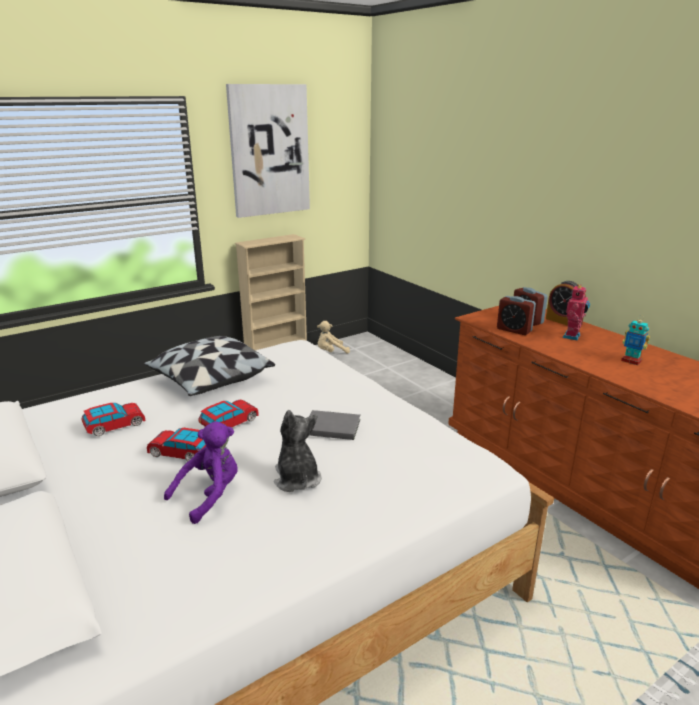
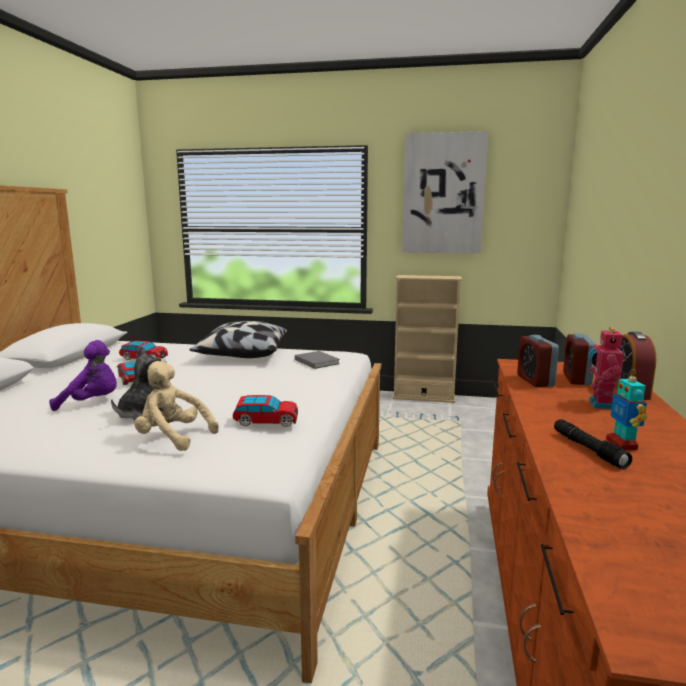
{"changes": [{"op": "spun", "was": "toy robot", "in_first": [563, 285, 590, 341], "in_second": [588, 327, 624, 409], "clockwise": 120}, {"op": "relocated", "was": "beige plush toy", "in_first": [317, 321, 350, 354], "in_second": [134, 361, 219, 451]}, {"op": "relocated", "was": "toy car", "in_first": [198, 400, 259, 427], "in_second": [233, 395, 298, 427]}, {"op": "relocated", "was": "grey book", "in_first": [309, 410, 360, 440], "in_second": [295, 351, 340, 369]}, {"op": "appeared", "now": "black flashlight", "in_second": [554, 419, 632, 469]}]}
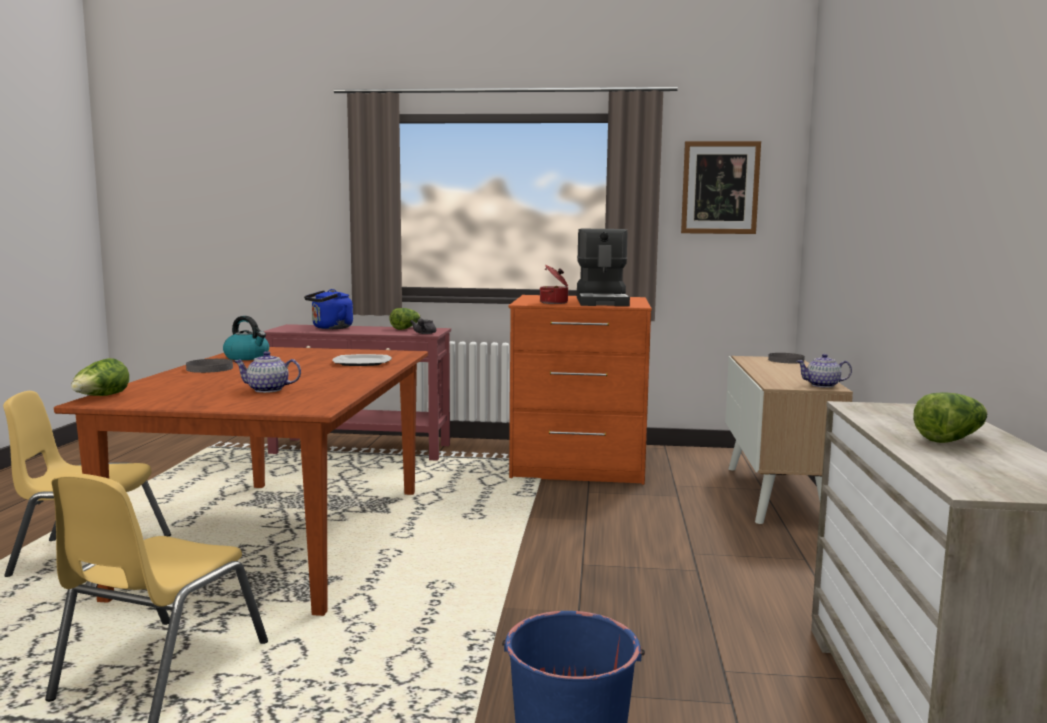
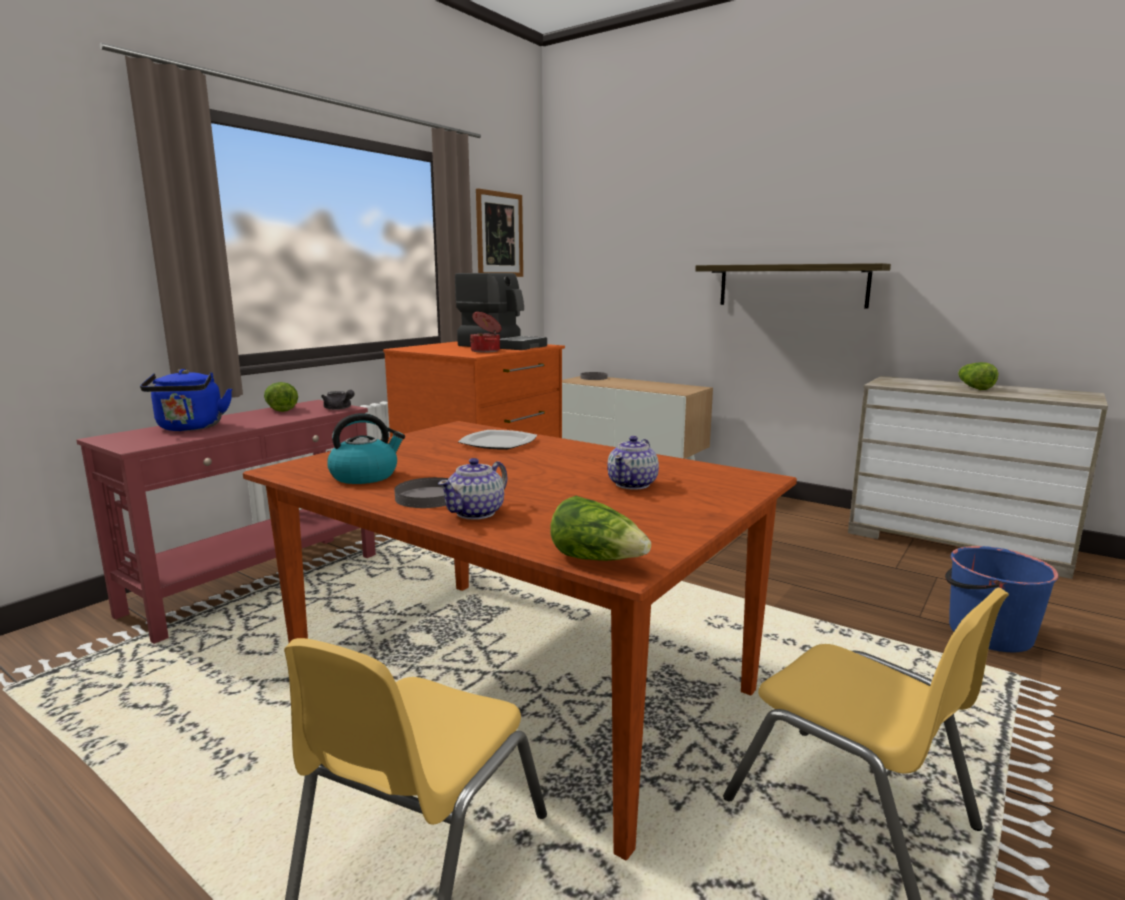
{"changes": [{"op": "relocated", "was": "teapot", "in_first": [797, 354, 852, 388], "in_second": [438, 458, 508, 520]}, {"op": "appeared", "now": "shelf", "in_second": [695, 263, 891, 308]}]}
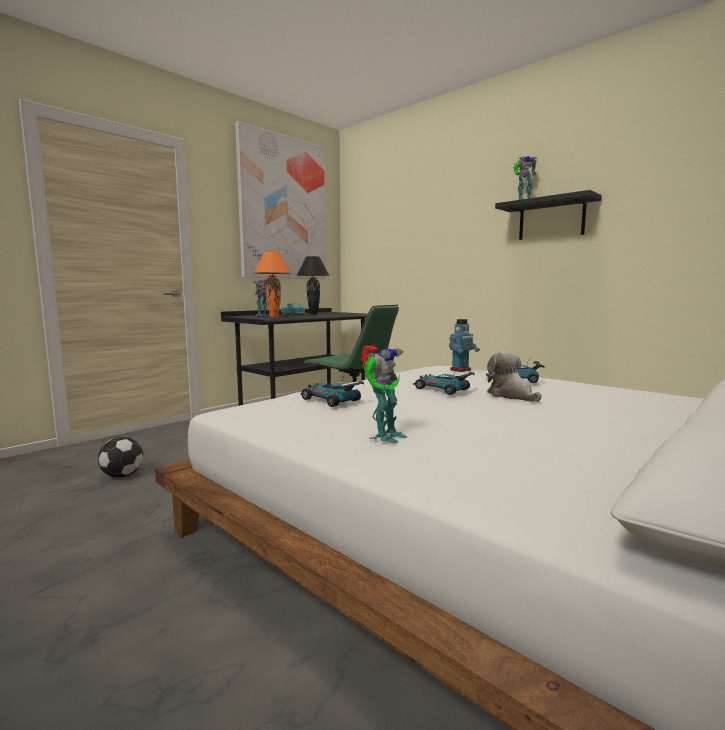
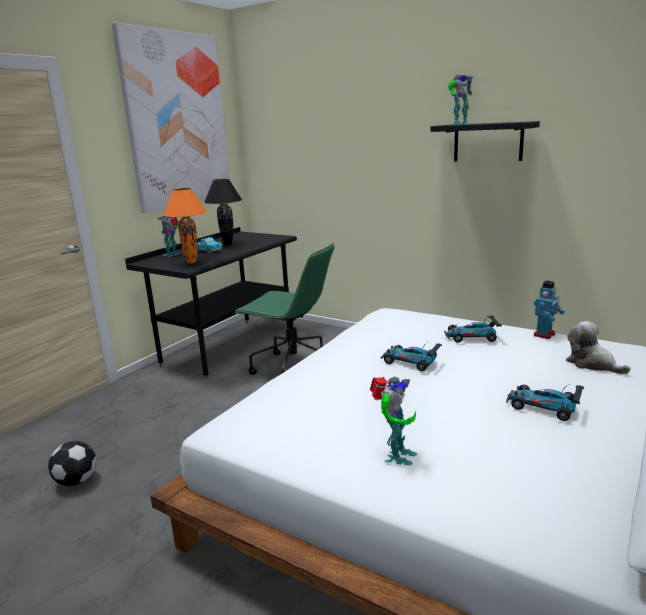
{"changes": [{"op": "relocated", "was": "toy robot", "in_first": [449, 319, 480, 372], "in_second": [534, 280, 565, 339]}, {"op": "relocated", "was": "plush toy", "in_first": [487, 351, 542, 402], "in_second": [566, 321, 631, 374]}, {"op": "relocated", "was": "toy car", "in_first": [300, 378, 364, 407], "in_second": [506, 384, 584, 421]}]}
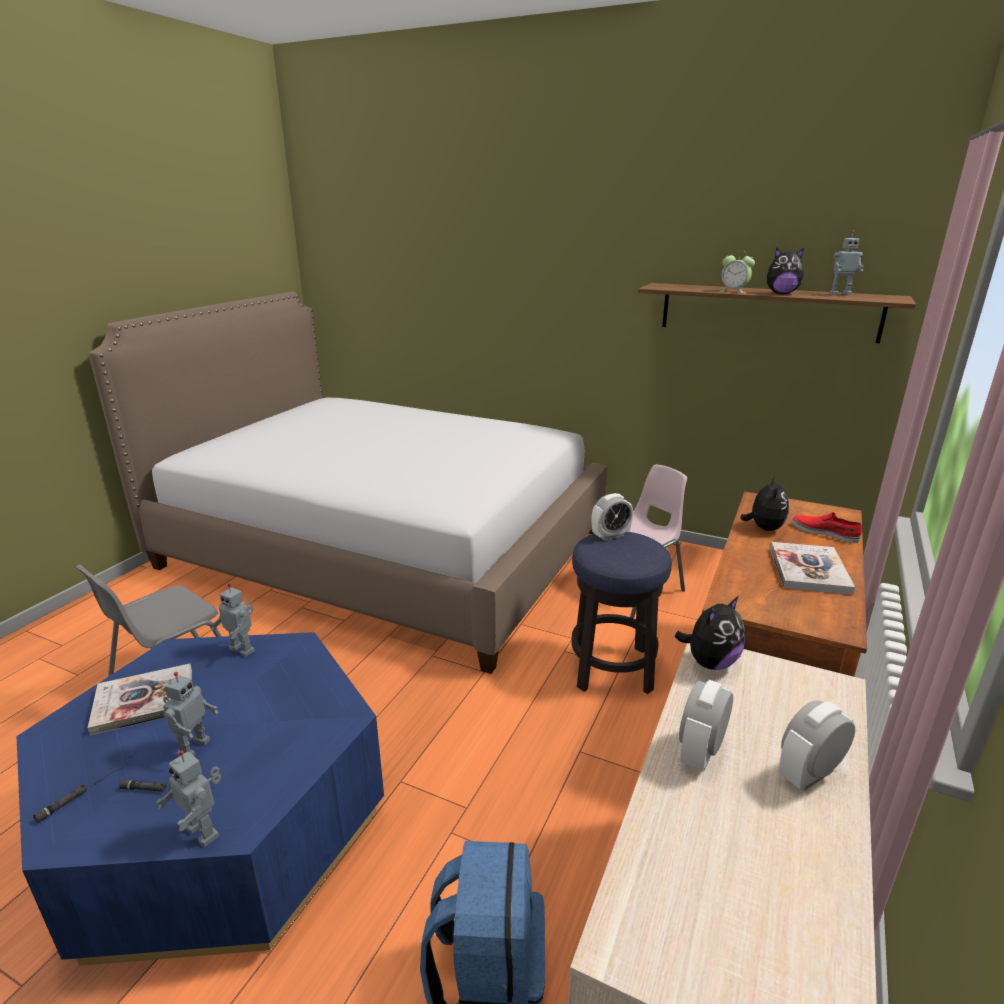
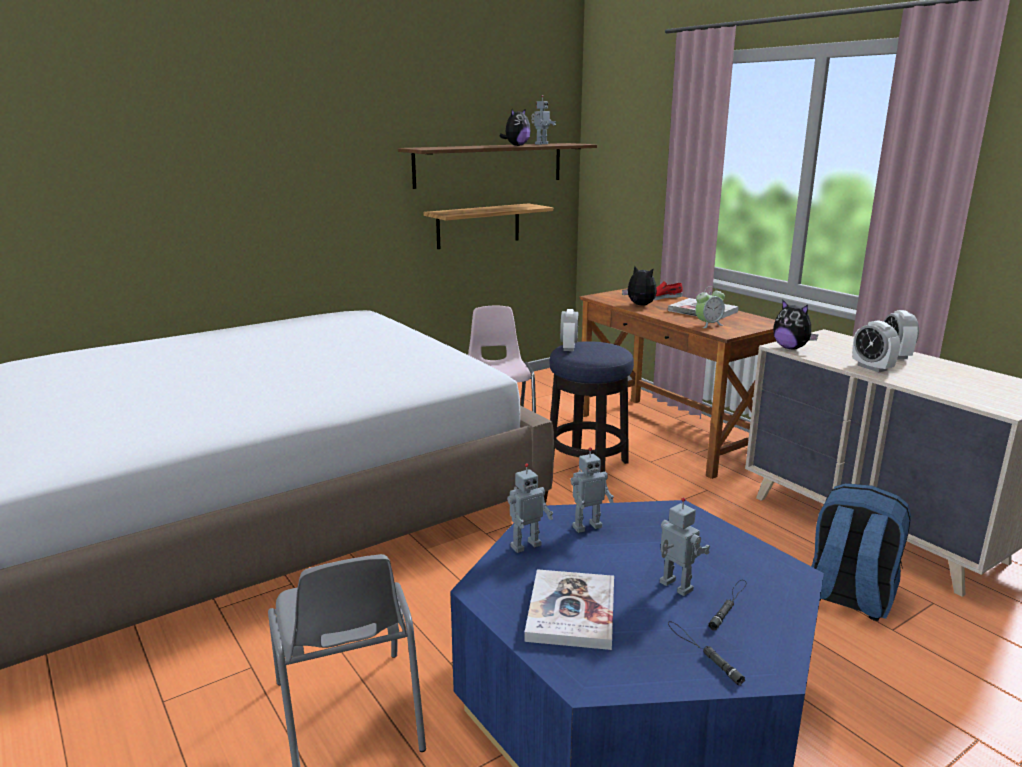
{"changes": [{"op": "relocated", "was": "alarm clock", "in_first": [719, 250, 755, 293], "in_second": [695, 286, 725, 328]}, {"op": "spun", "was": "plush toy", "in_first": [675, 596, 745, 670], "in_second": [773, 299, 818, 349], "clockwise": 150}, {"op": "relocated", "was": "toy robot", "in_first": [157, 750, 221, 847], "in_second": [570, 447, 614, 533]}, {"op": "appeared", "now": "shelf", "in_second": [423, 203, 553, 249]}]}
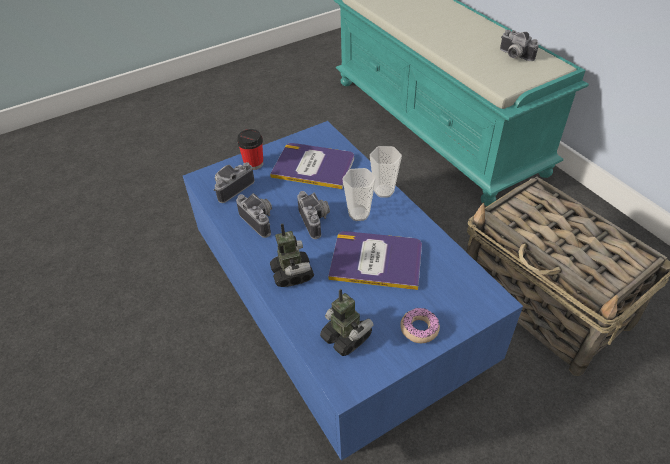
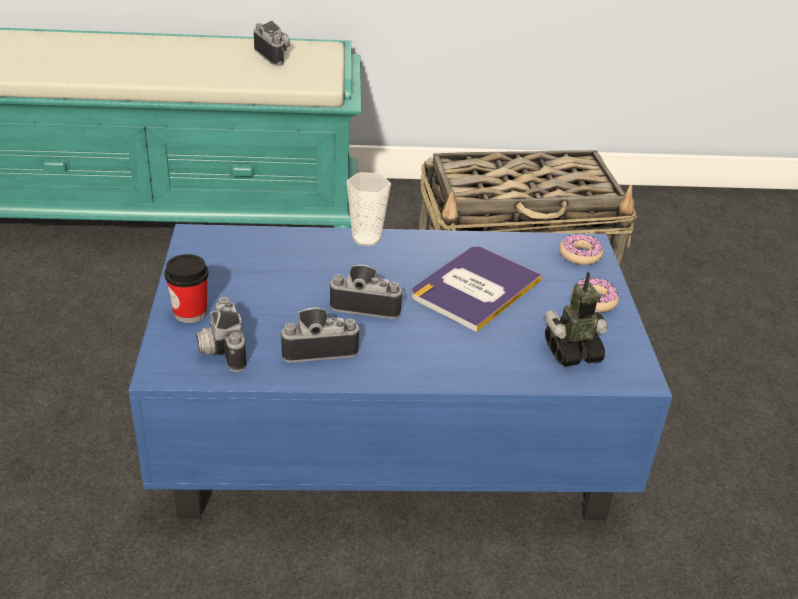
{"changes": [{"op": "spun", "was": "photo camera", "in_first": [500, 30, 539, 61], "in_second": [254, 20, 290, 66], "clockwise": -105}, {"op": "missing", "was": "book", "in_first": [270, 143, 354, 189]}, {"op": "missing", "was": "cup", "in_first": [342, 168, 376, 221]}, {"op": "missing", "was": "toy robot", "in_first": [270, 224, 314, 287]}, {"op": "appeared", "now": "donut", "in_second": [559, 234, 603, 265]}]}
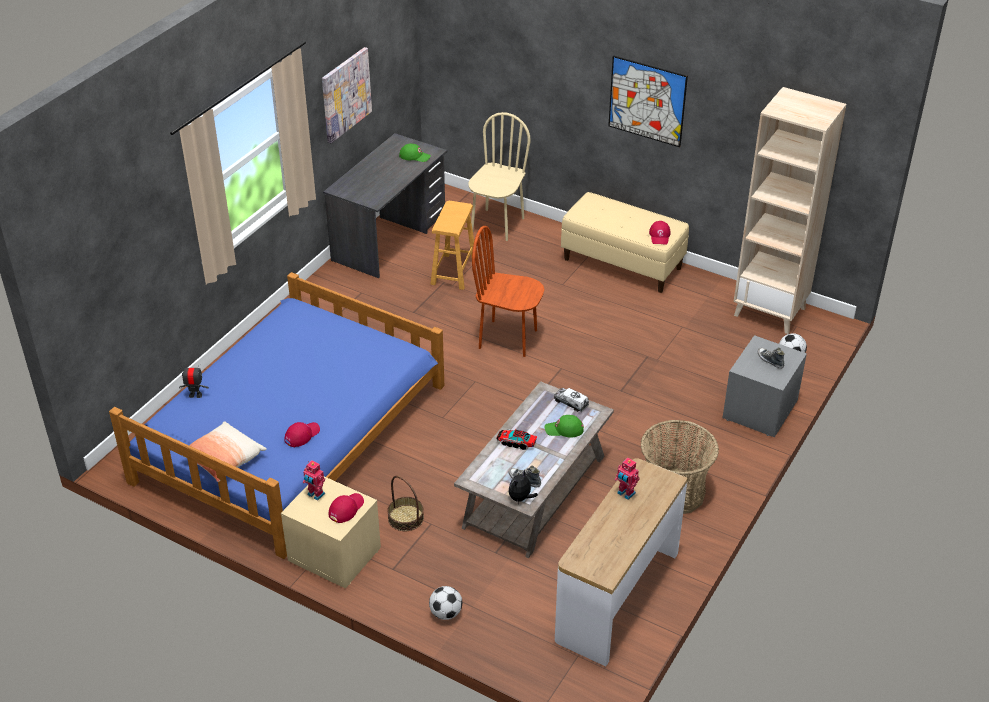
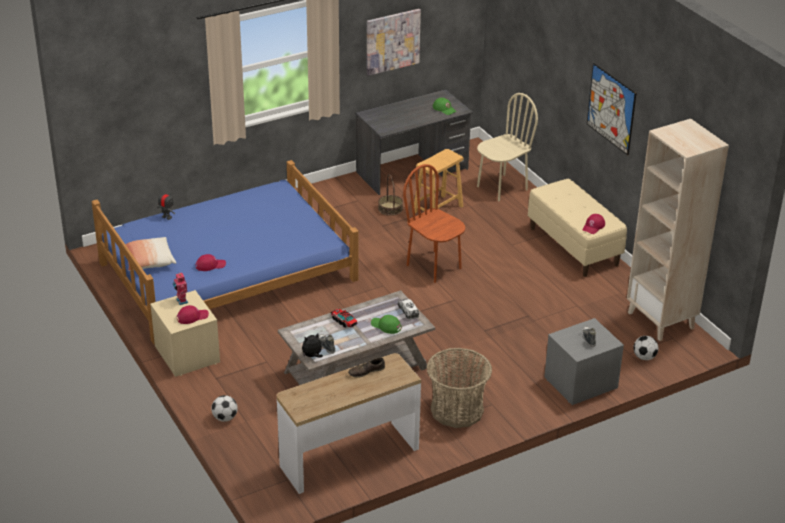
{"changes": [{"op": "exchanged", "was": "toy robot", "now": "brown shoe", "in_first": [615, 458, 640, 500], "in_second": [348, 358, 385, 378]}, {"op": "relocated", "was": "basket", "in_first": [387, 476, 424, 531], "in_second": [378, 174, 403, 216]}]}
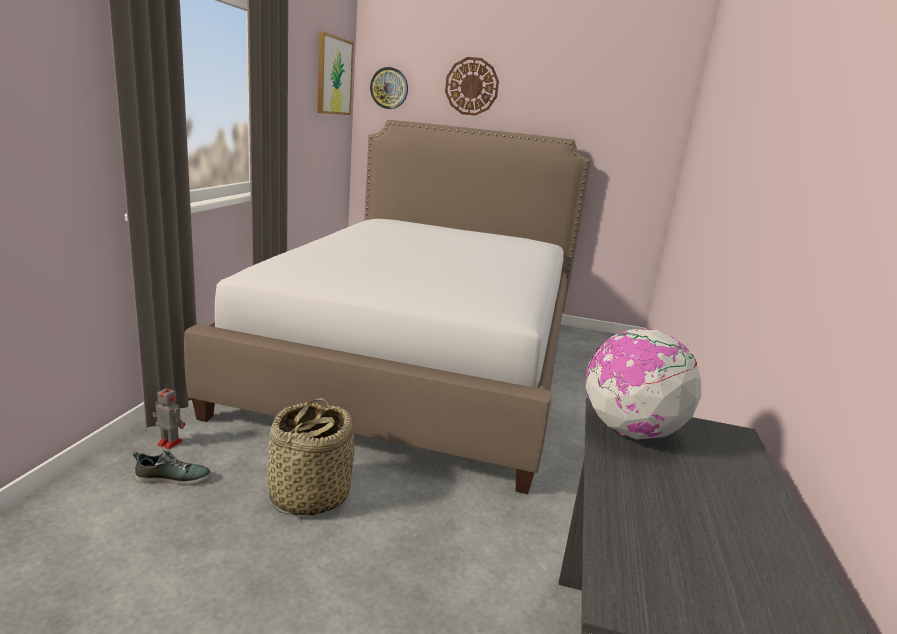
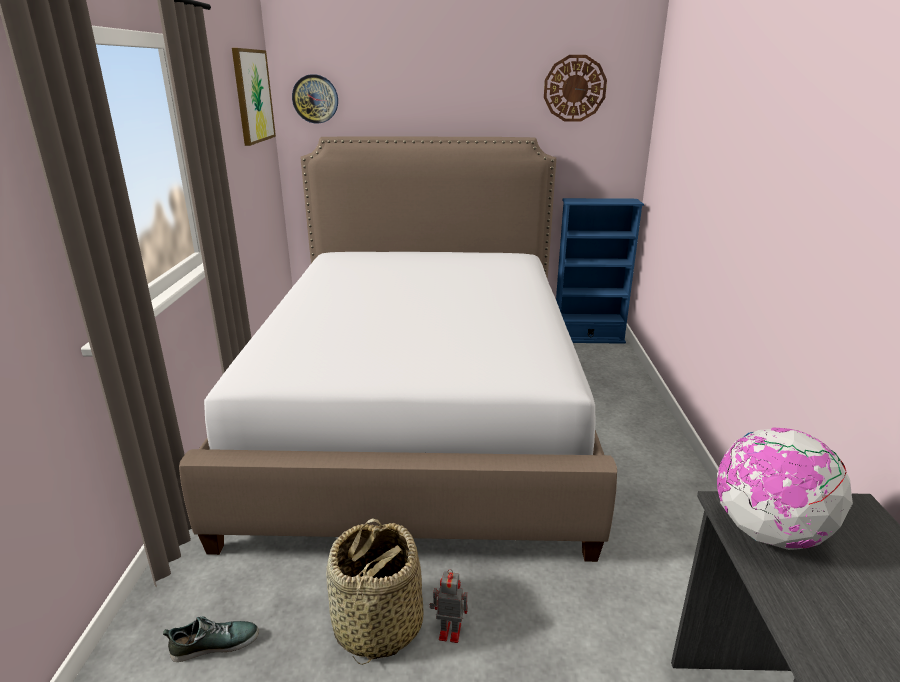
{"changes": [{"op": "relocated", "was": "wall clock", "in_first": [445, 57, 499, 116], "in_second": [544, 55, 607, 122]}, {"op": "relocated", "was": "toy robot", "in_first": [153, 384, 185, 450], "in_second": [430, 569, 468, 643]}, {"op": "appeared", "now": "blue bookcase", "in_second": [556, 198, 644, 344]}]}
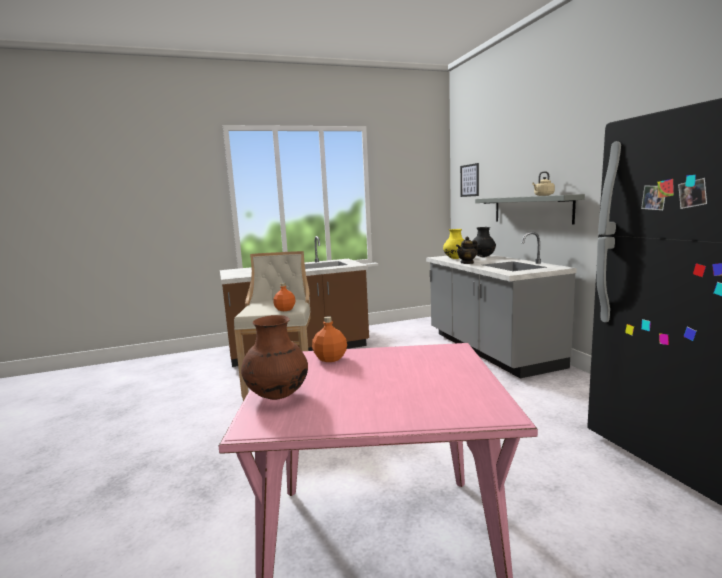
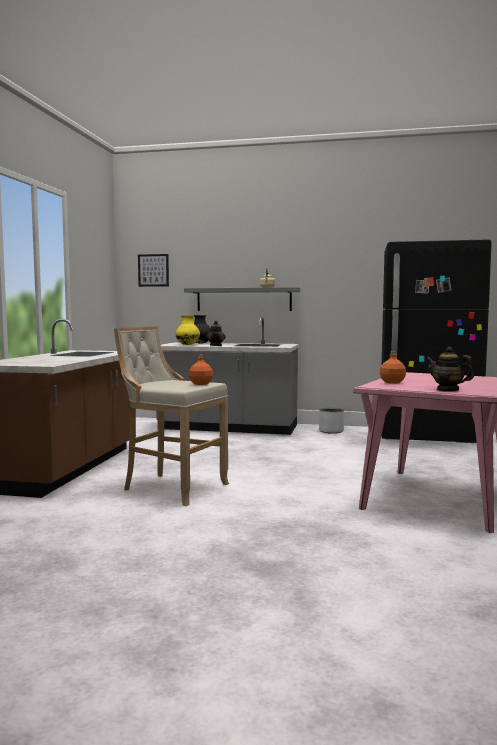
{"changes": [{"op": "exchanged", "was": "brown vase", "now": "teapot", "in_first": [241, 315, 308, 400], "in_second": [426, 347, 474, 392]}, {"op": "appeared", "now": "grey planter", "in_second": [319, 408, 344, 434]}]}
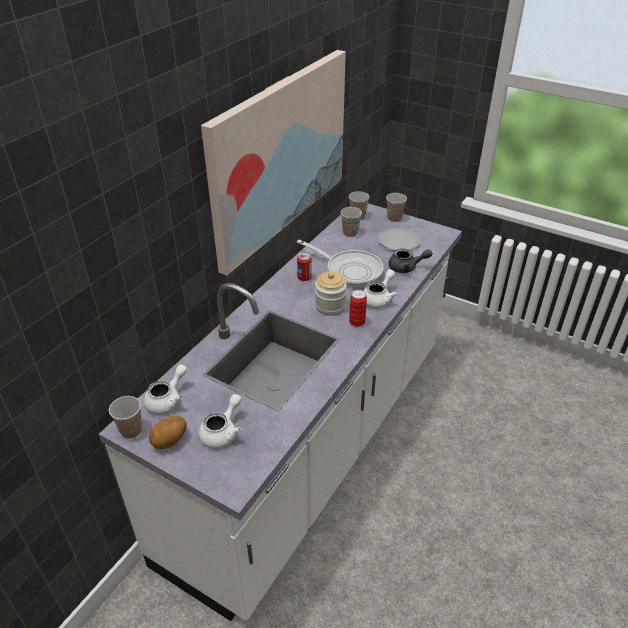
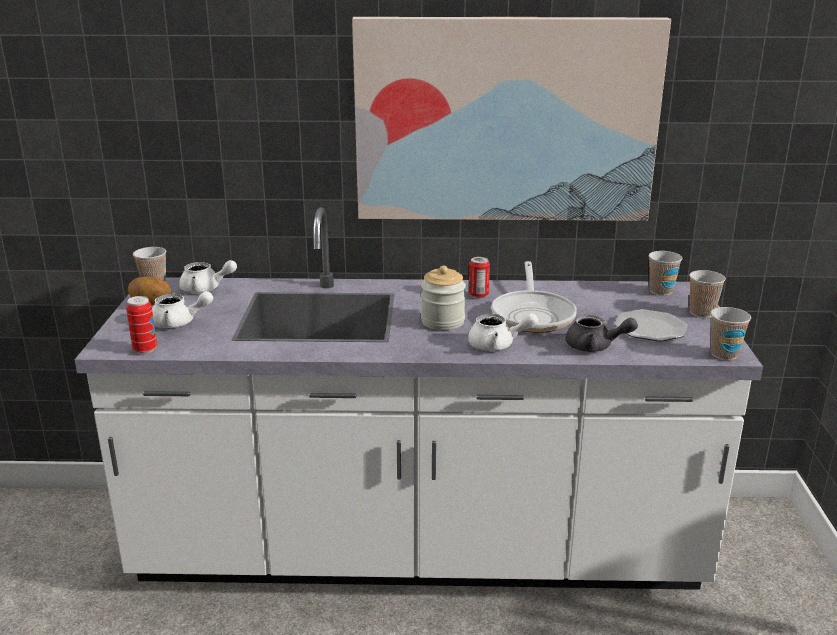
{"changes": [{"op": "relocated", "was": "cup", "in_first": [341, 207, 362, 237], "in_second": [711, 307, 751, 360]}, {"op": "spun", "was": "grey teapot", "in_first": [389, 248, 433, 273], "in_second": [566, 315, 638, 352], "clockwise": -45}, {"op": "relocated", "was": "can", "in_first": [349, 290, 367, 327], "in_second": [126, 296, 157, 354]}]}
